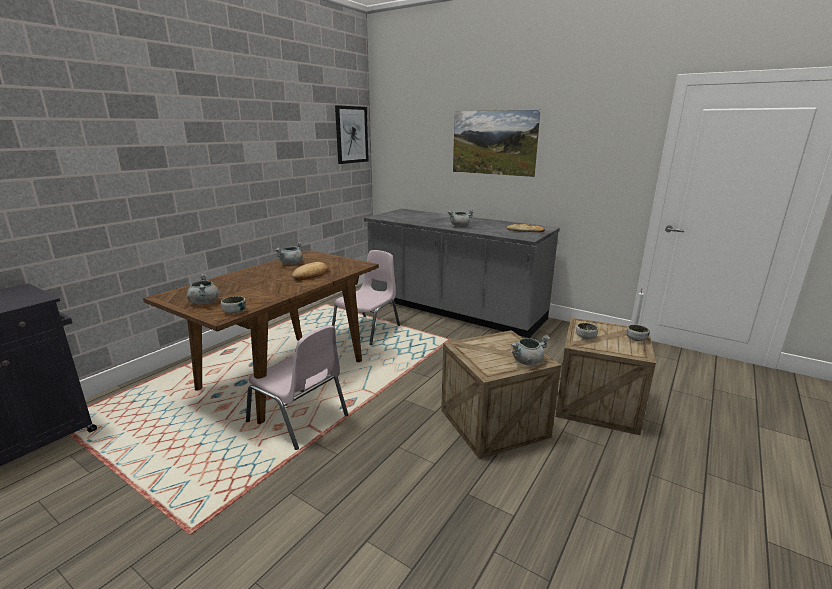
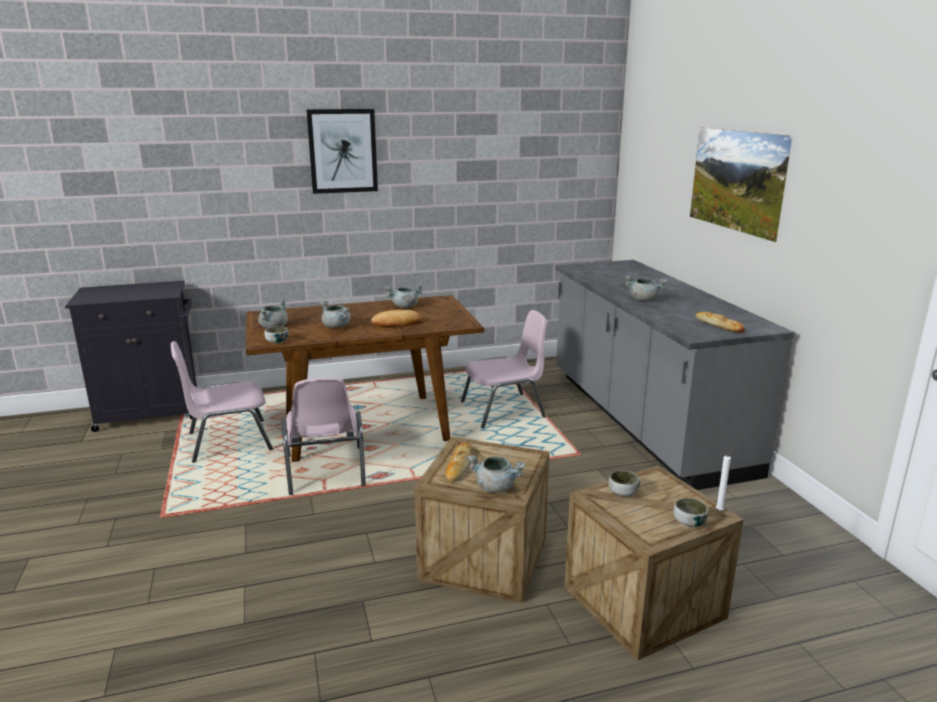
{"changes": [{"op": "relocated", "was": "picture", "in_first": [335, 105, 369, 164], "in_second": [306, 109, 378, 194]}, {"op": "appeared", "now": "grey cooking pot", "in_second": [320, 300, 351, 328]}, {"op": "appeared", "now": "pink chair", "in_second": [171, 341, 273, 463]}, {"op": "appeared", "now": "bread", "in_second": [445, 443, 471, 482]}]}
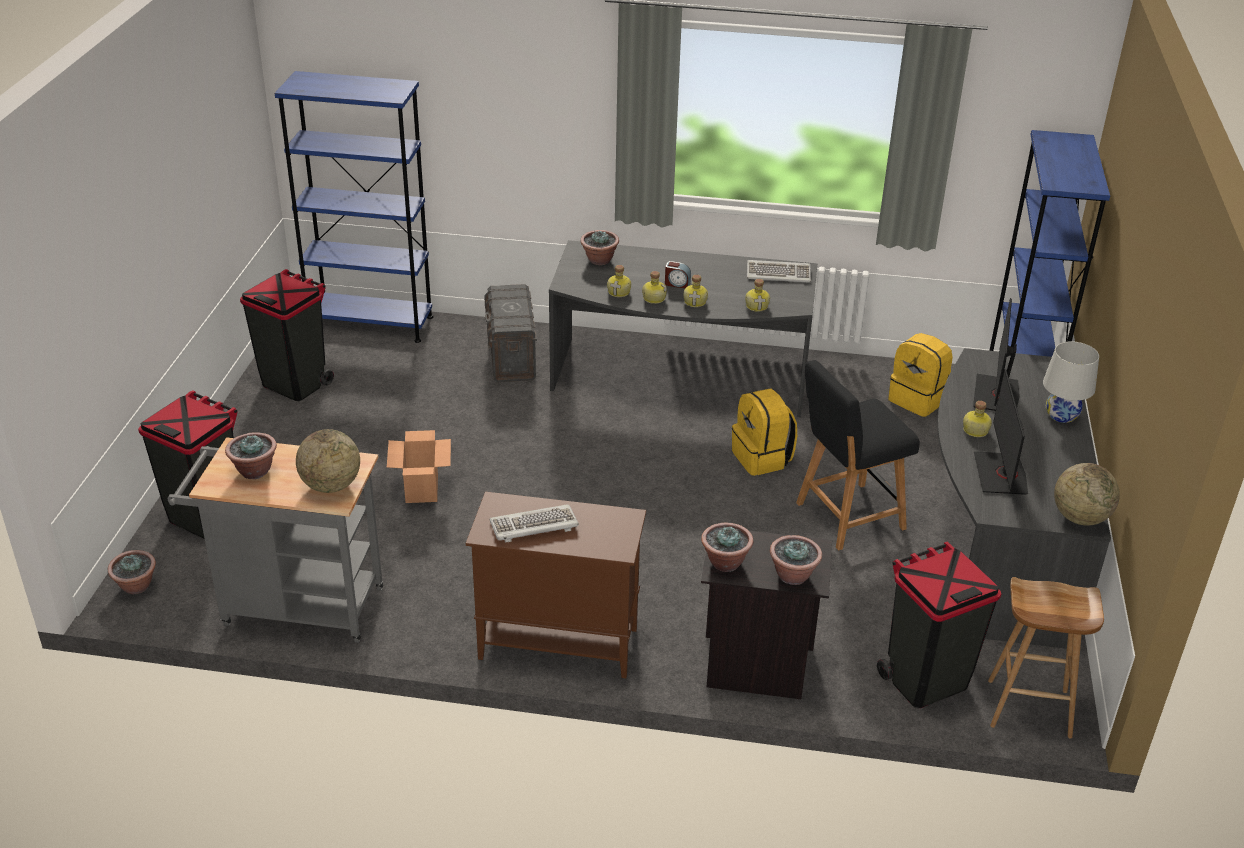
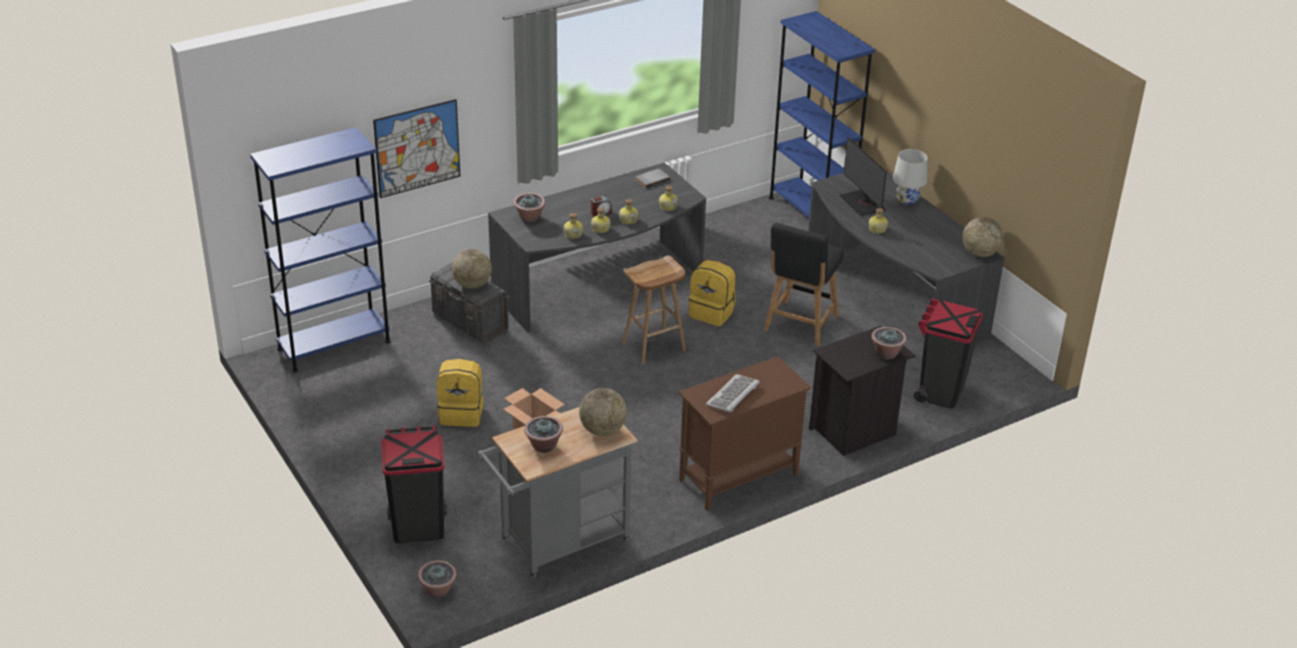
{"changes": [{"op": "exchanged", "was": "keyboard", "now": "grey book", "in_first": [747, 260, 811, 283], "in_second": [635, 169, 671, 188]}, {"op": "missing", "was": "black trash can", "in_first": [240, 269, 334, 401]}, {"op": "relocated", "was": "yellow backpack", "in_first": [888, 333, 953, 417], "in_second": [436, 359, 484, 427]}, {"op": "missing", "was": "monitor", "in_first": [974, 369, 1028, 495]}, {"op": "missing", "was": "potted plant", "in_first": [701, 522, 753, 572]}, {"op": "relocated", "was": "brown stool", "in_first": [988, 577, 1104, 739], "in_second": [622, 255, 686, 365]}, {"op": "appeared", "now": "picture", "in_second": [373, 99, 460, 198]}, {"op": "appeared", "now": "globe", "in_second": [452, 249, 492, 289]}]}
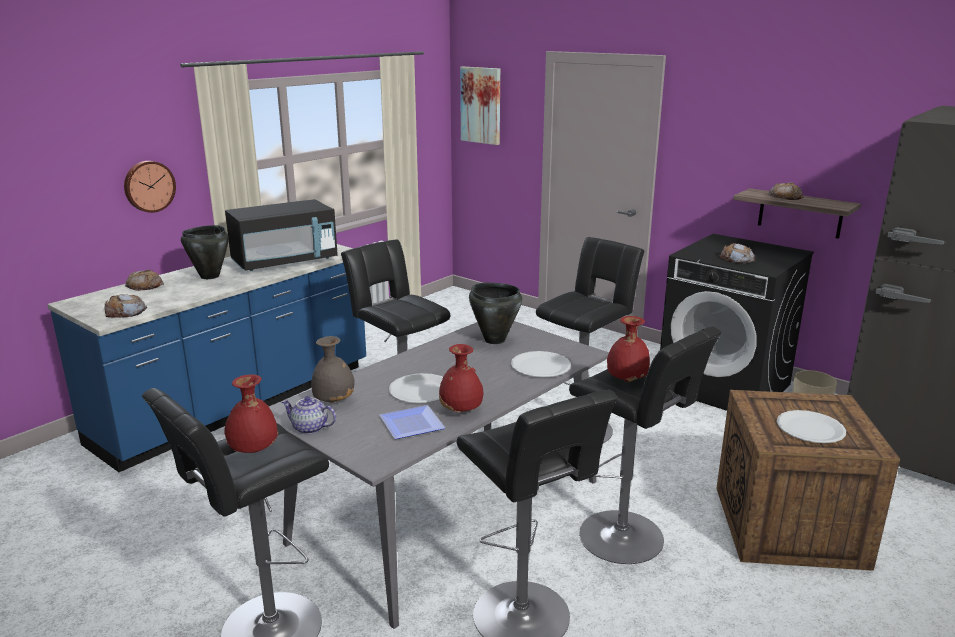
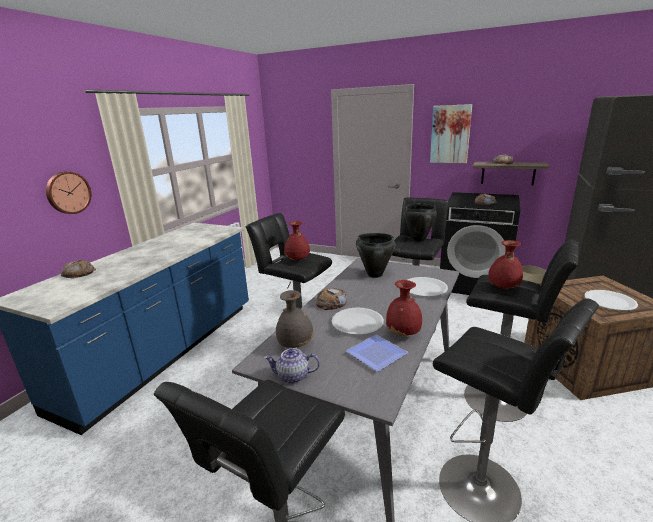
{"changes": [{"op": "relocated", "was": "picture", "in_first": [460, 67, 500, 145], "in_second": [430, 104, 472, 163]}, {"op": "missing", "was": "black microwave", "in_first": [225, 199, 338, 271]}, {"op": "relocated", "was": "black cooking pot", "in_first": [181, 225, 229, 279], "in_second": [404, 203, 437, 242]}, {"op": "relocated", "was": "bread", "in_first": [104, 294, 147, 318], "in_second": [316, 288, 347, 310]}, {"op": "relocated", "was": "red vase", "in_first": [224, 374, 278, 453], "in_second": [284, 221, 310, 261]}]}
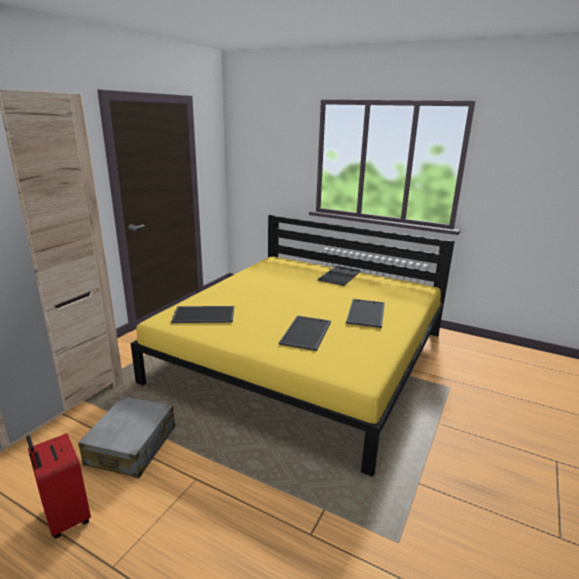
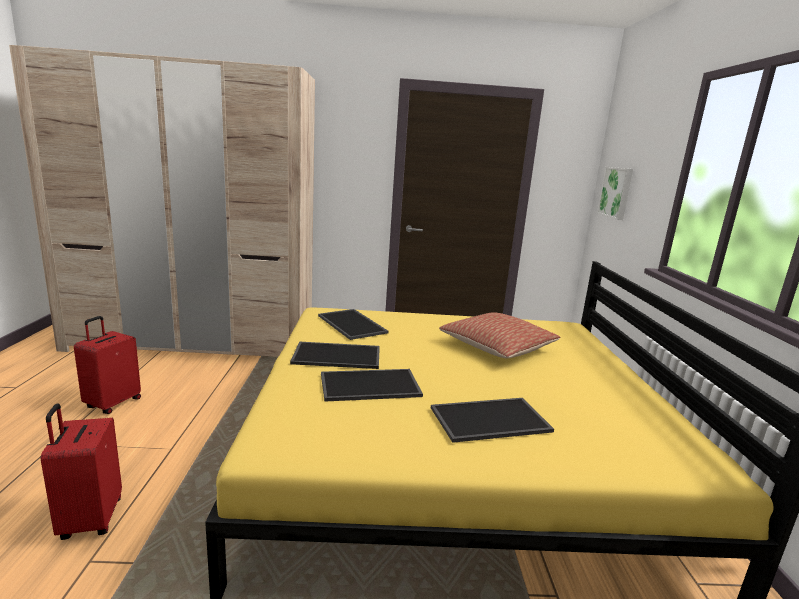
{"changes": [{"op": "relocated", "was": "tray", "in_first": [318, 266, 361, 286], "in_second": [290, 341, 380, 369]}, {"op": "missing", "was": "grey suitcase", "in_first": [78, 396, 175, 478]}, {"op": "appeared", "now": "picture", "in_second": [597, 167, 633, 220]}, {"op": "appeared", "now": "pillow", "in_second": [439, 312, 560, 358]}, {"op": "appeared", "now": "red suitcase", "in_second": [41, 403, 122, 540]}]}
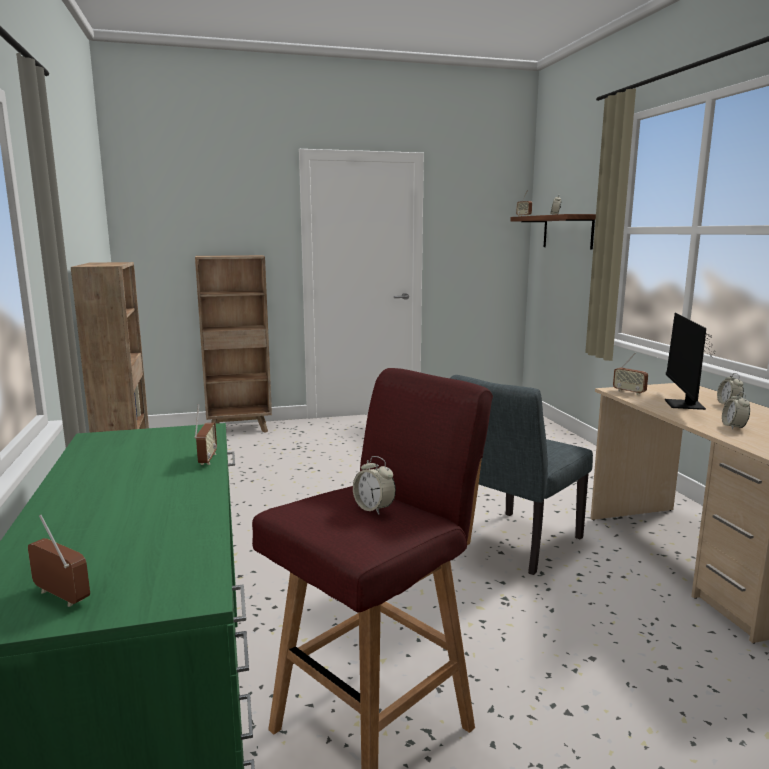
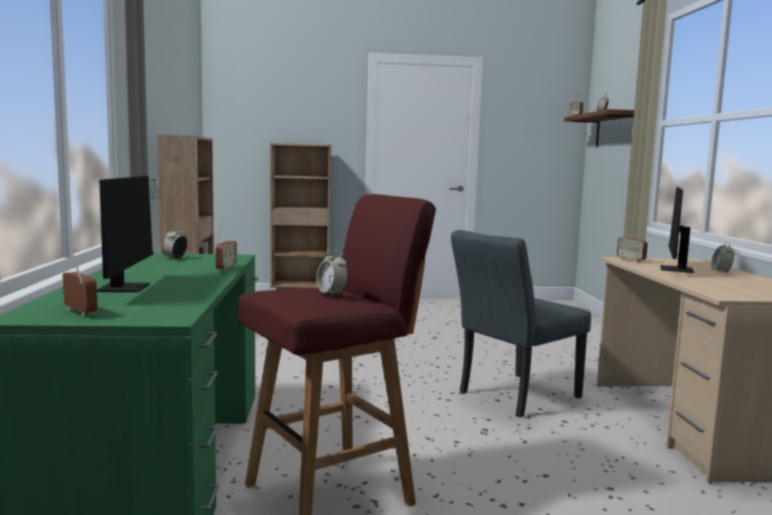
{"changes": [{"op": "relocated", "was": "alarm clock", "in_first": [722, 392, 750, 430], "in_second": [162, 227, 187, 259]}, {"op": "appeared", "now": "monitor", "in_second": [97, 176, 160, 292]}]}
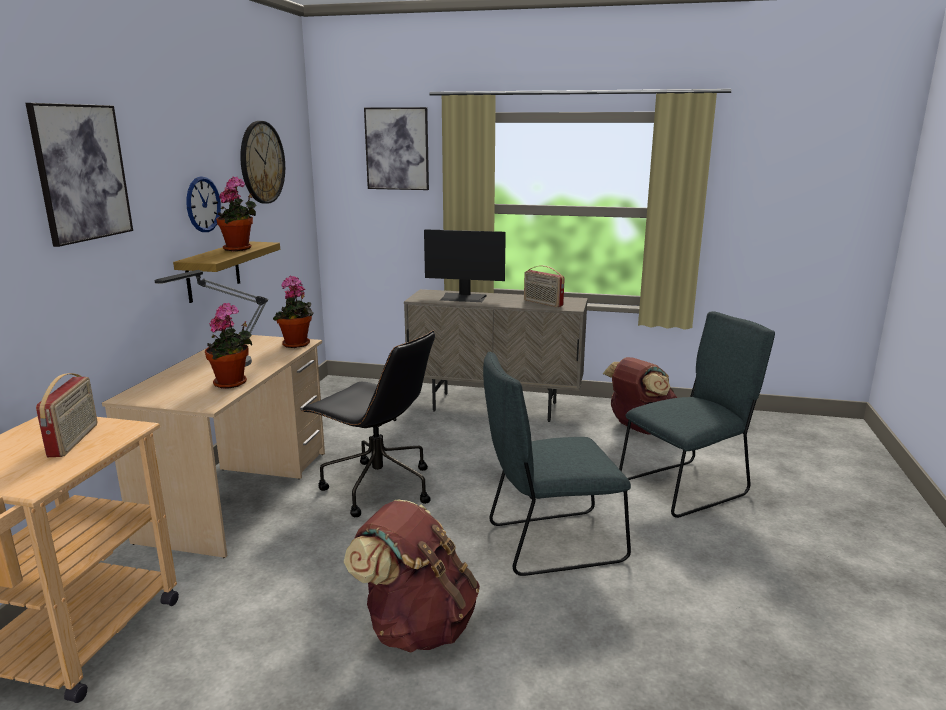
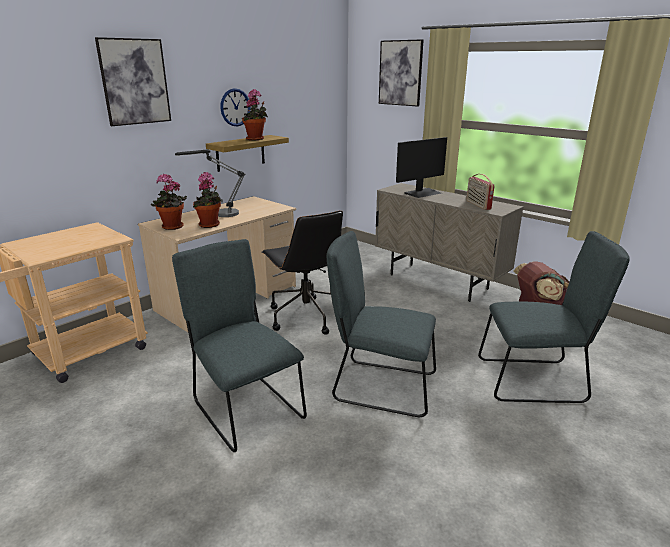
{"changes": [{"op": "missing", "was": "wall clock", "in_first": [240, 121, 285, 204]}, {"op": "spun", "was": "monitor", "in_first": [424, 229, 506, 302], "in_second": [396, 137, 447, 198], "clockwise": -75}, {"op": "relocated", "was": "potted plant", "in_first": [273, 276, 313, 348], "in_second": [151, 173, 187, 230]}, {"op": "missing", "was": "radio", "in_first": [36, 373, 97, 457]}, {"op": "exchanged", "was": "brown backpack", "now": "grey chair", "in_first": [344, 500, 480, 653], "in_second": [172, 239, 307, 452]}]}
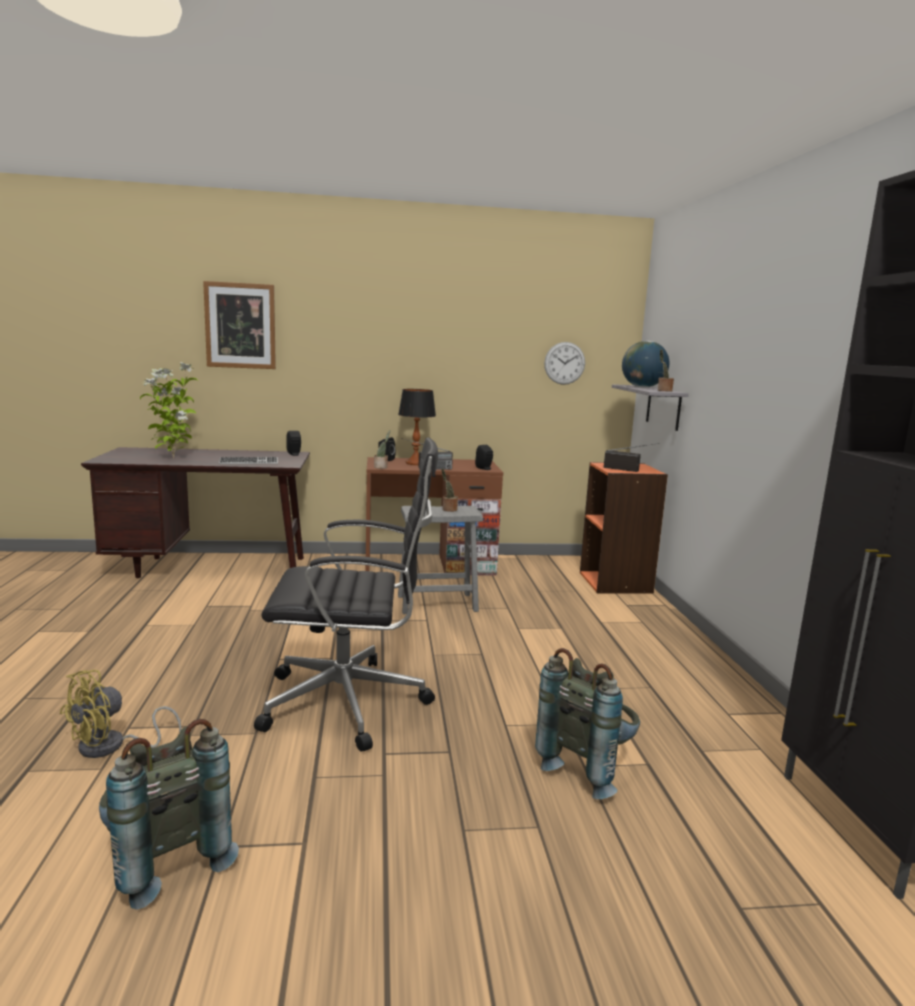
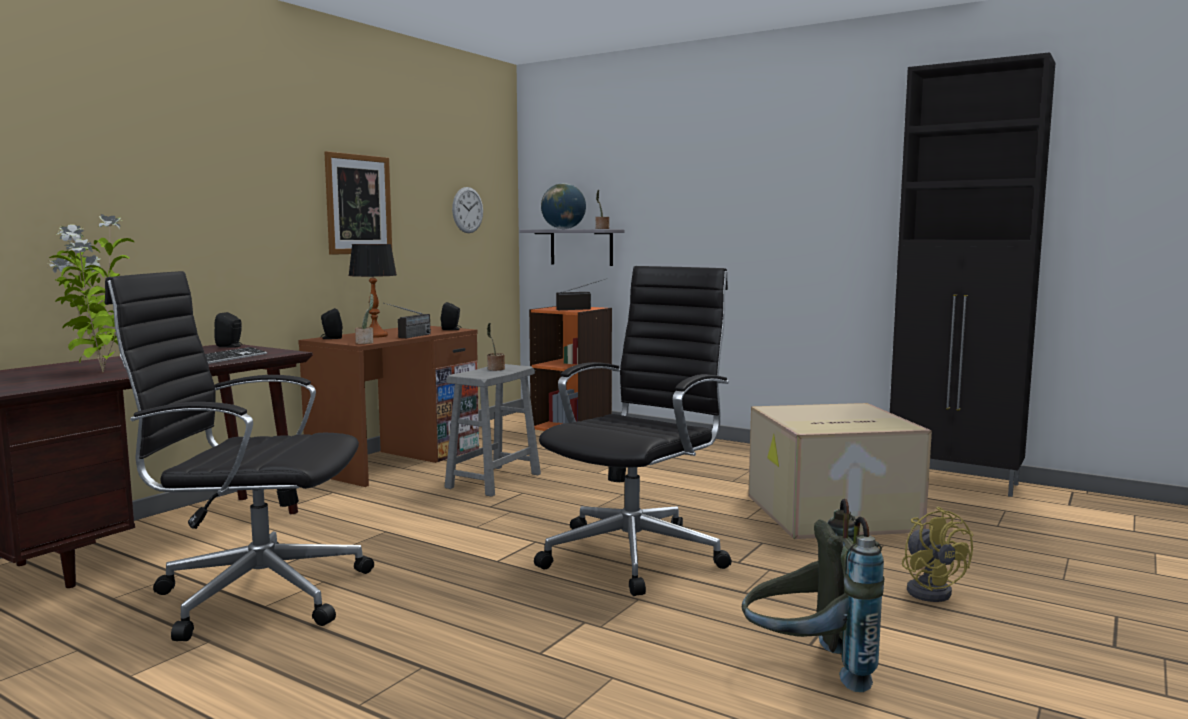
{"changes": [{"op": "relocated", "was": "picture", "in_first": [203, 281, 276, 369], "in_second": [324, 151, 392, 255]}, {"op": "exchanged", "was": "grey backpack", "now": "cardboard box", "in_first": [535, 648, 640, 799], "in_second": [749, 403, 932, 539]}, {"op": "relocated", "was": "yellow fan", "in_first": [60, 670, 181, 758], "in_second": [902, 507, 973, 602]}, {"op": "appeared", "now": "black office chair", "in_second": [105, 271, 374, 641]}]}
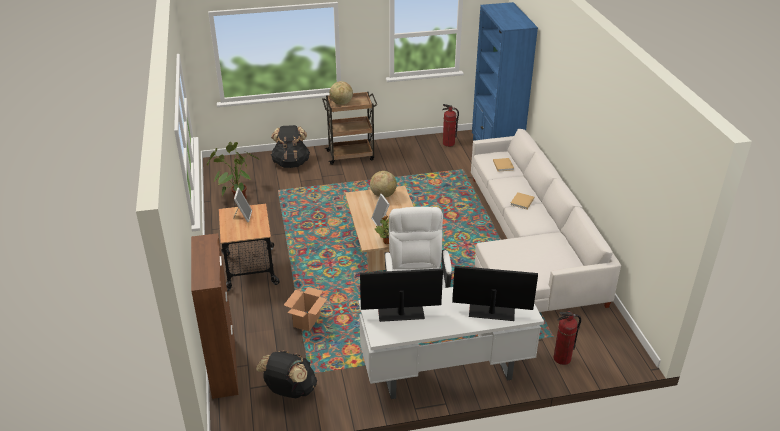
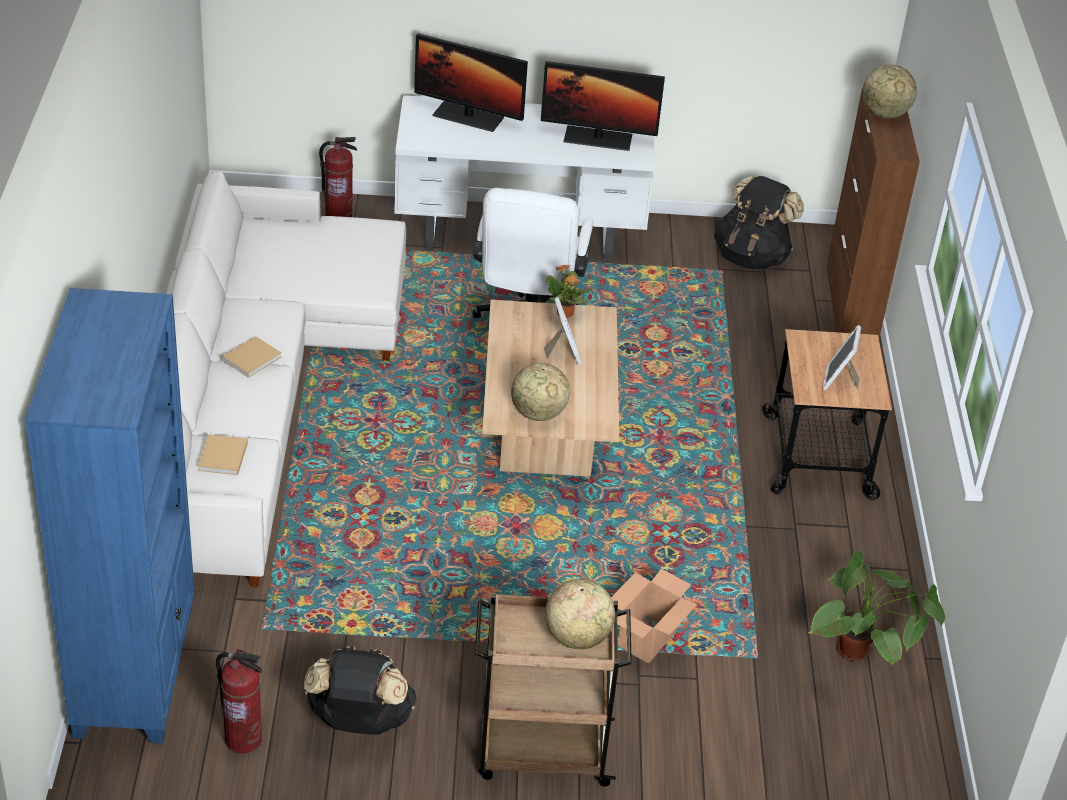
{"changes": [{"op": "relocated", "was": "black backpack", "in_first": [271, 125, 310, 168], "in_second": [304, 646, 417, 735]}, {"op": "relocated", "was": "cardboard box", "in_first": [284, 287, 327, 331], "in_second": [611, 569, 697, 664]}, {"op": "appeared", "now": "globe", "in_second": [862, 65, 917, 118]}]}
